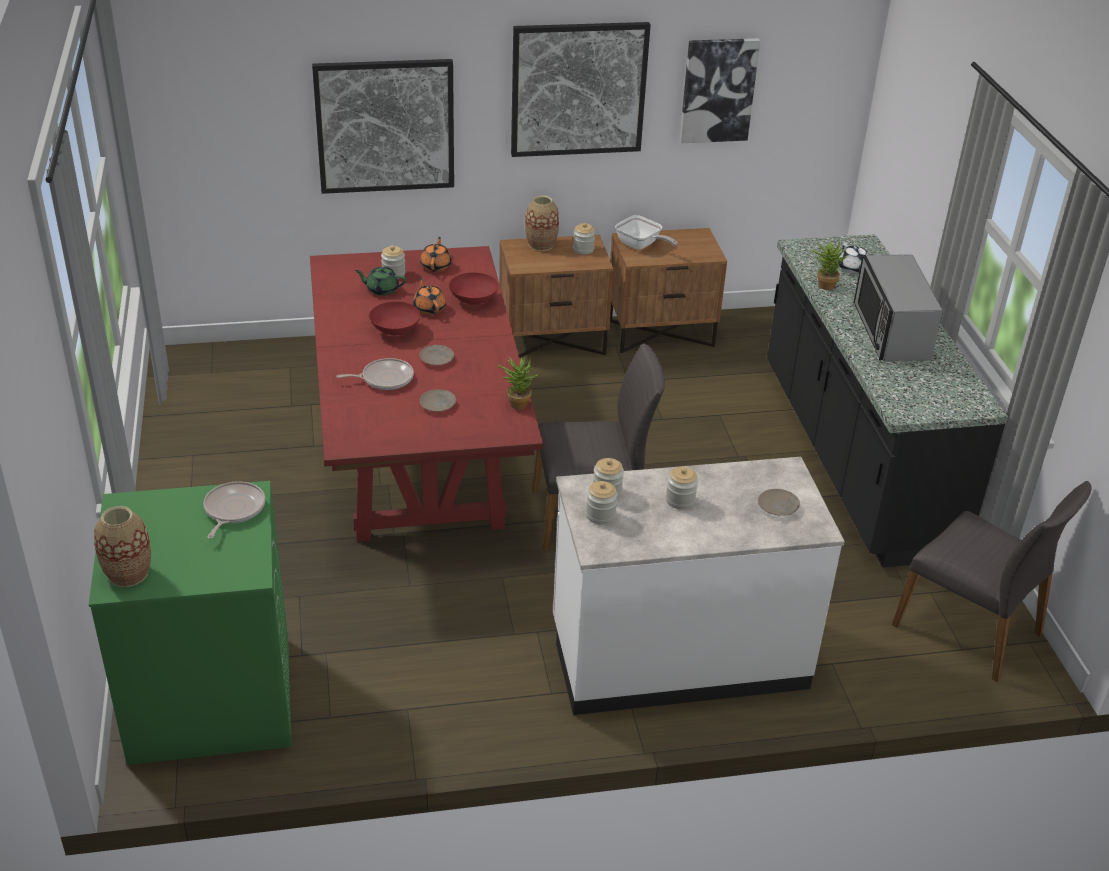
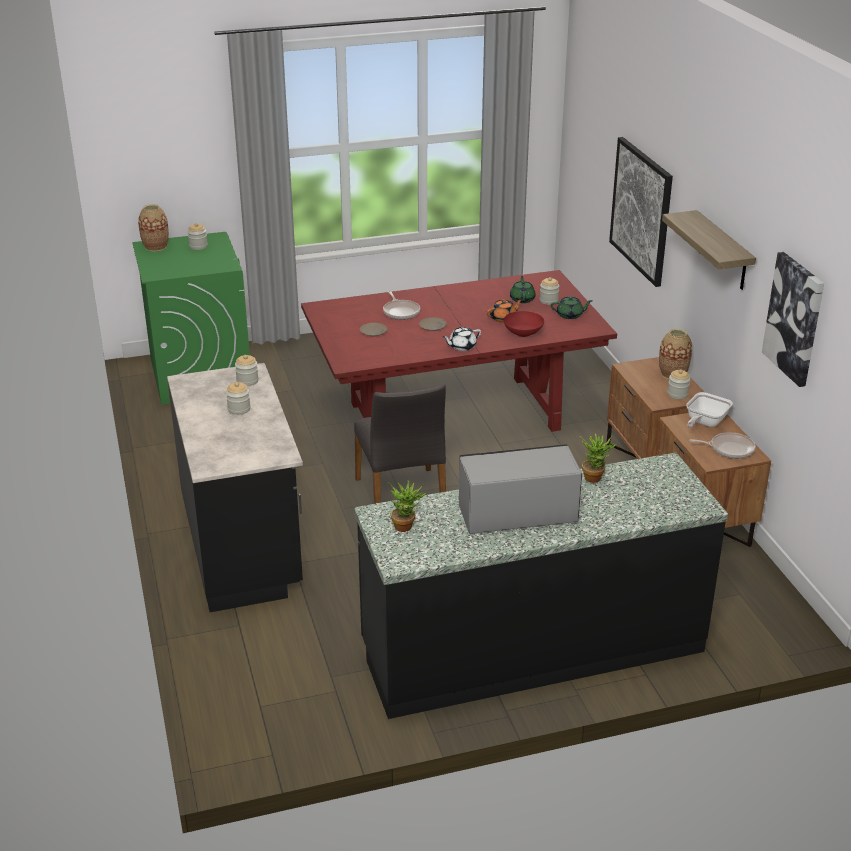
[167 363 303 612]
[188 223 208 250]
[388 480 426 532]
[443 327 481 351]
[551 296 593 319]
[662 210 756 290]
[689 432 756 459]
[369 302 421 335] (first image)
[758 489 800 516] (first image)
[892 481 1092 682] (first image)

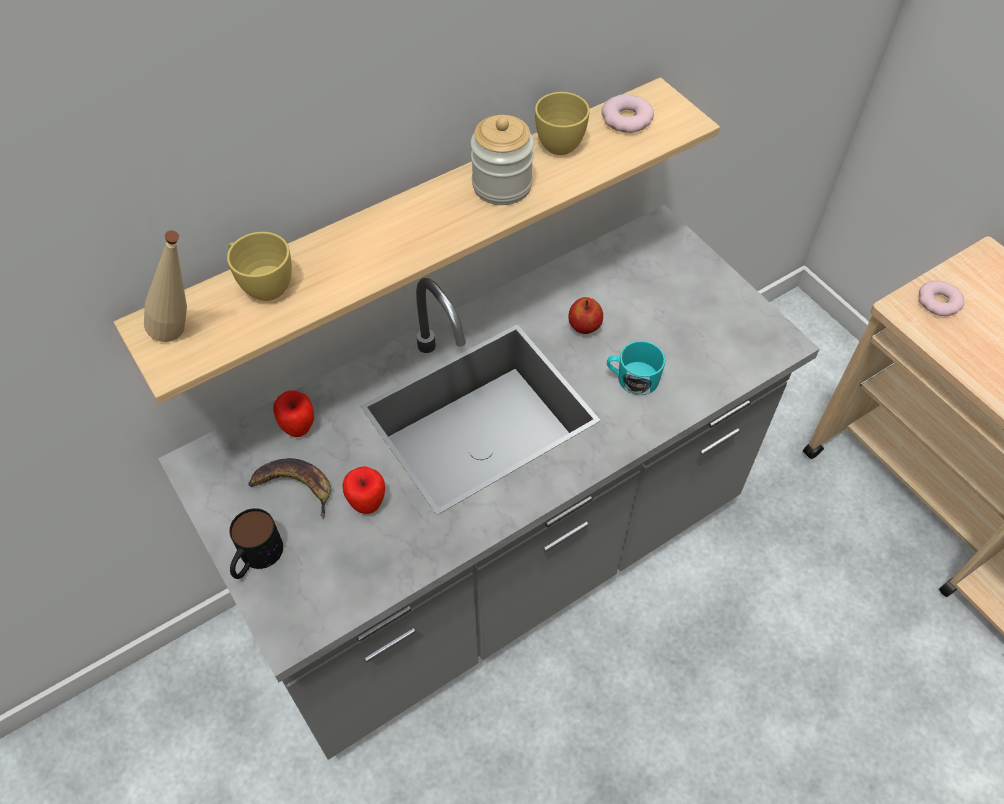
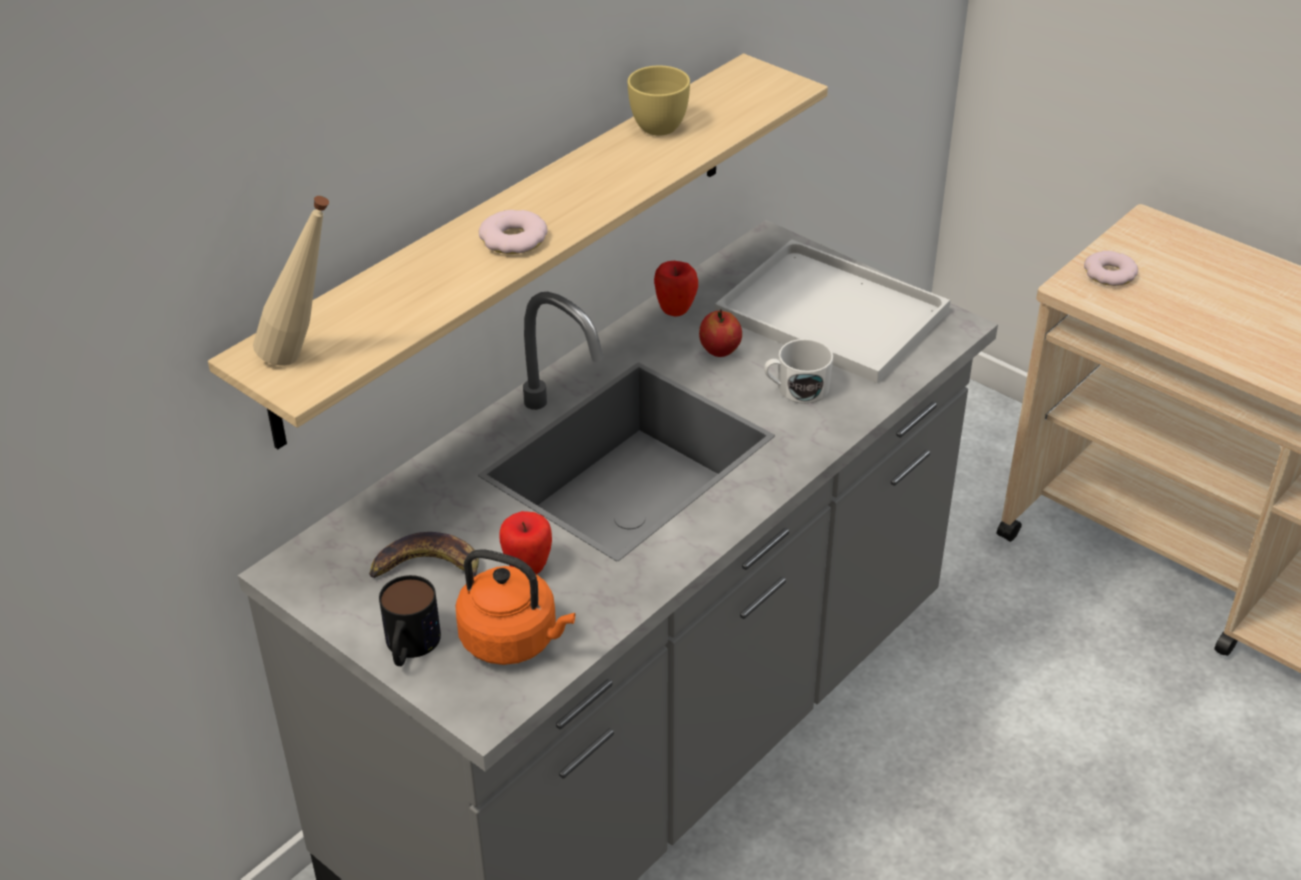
[455 549 575 665]
[479 210 548 254]
[654 261 698 316]
[715 239 950 383]
[764 339 834 404]
[227 232 292 301] (first image)
[471 115 534 205] (first image)

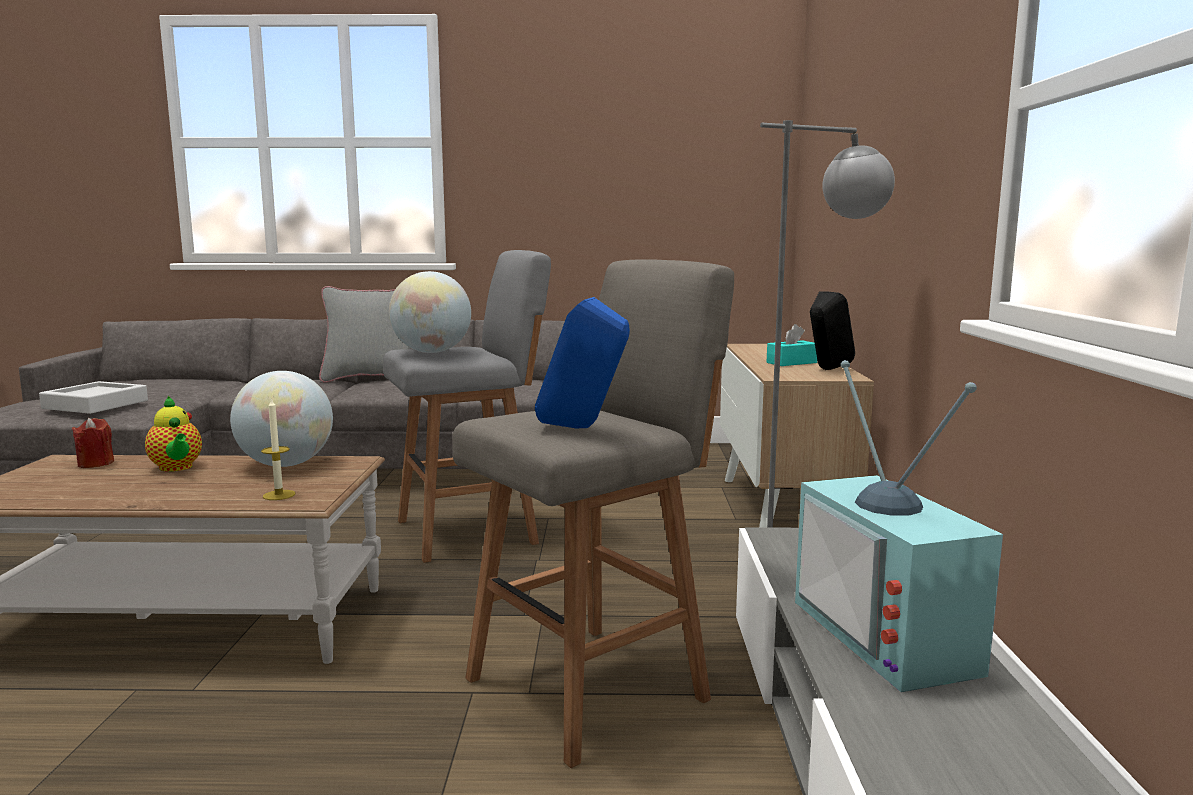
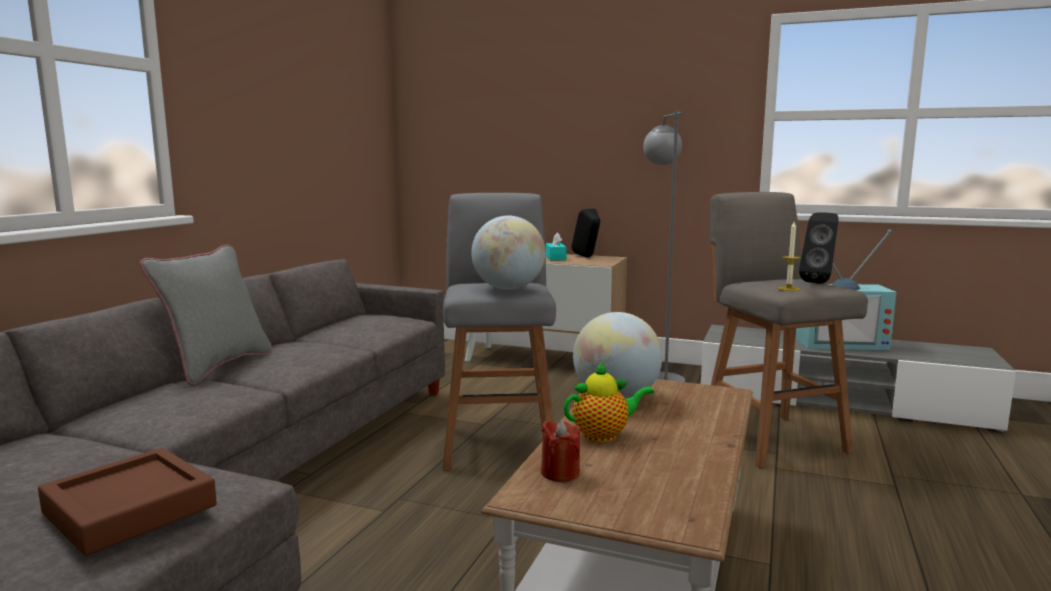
[38 448 217 556]
[778 222 801 291]
[799 212 839 284]

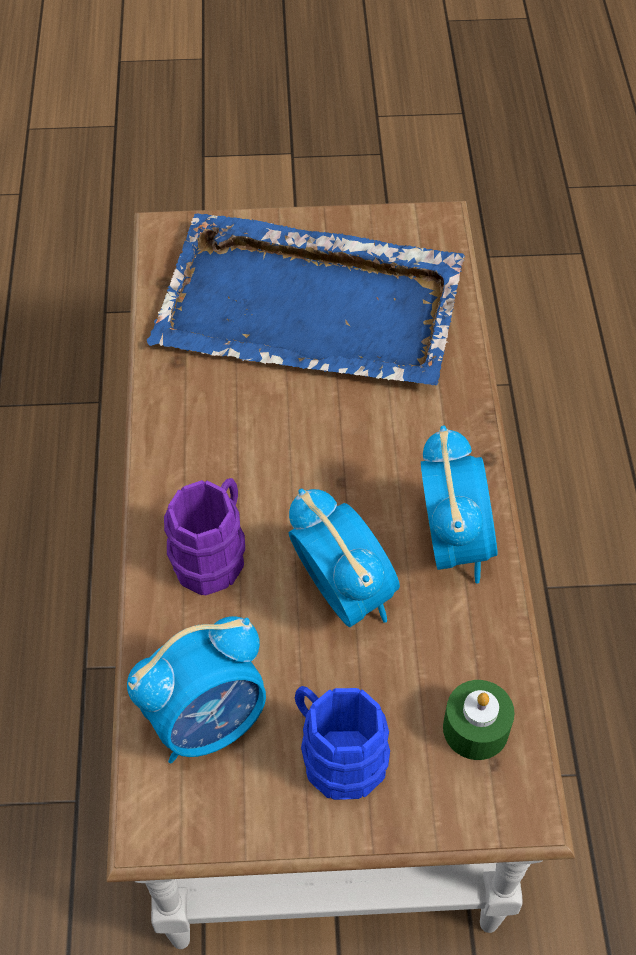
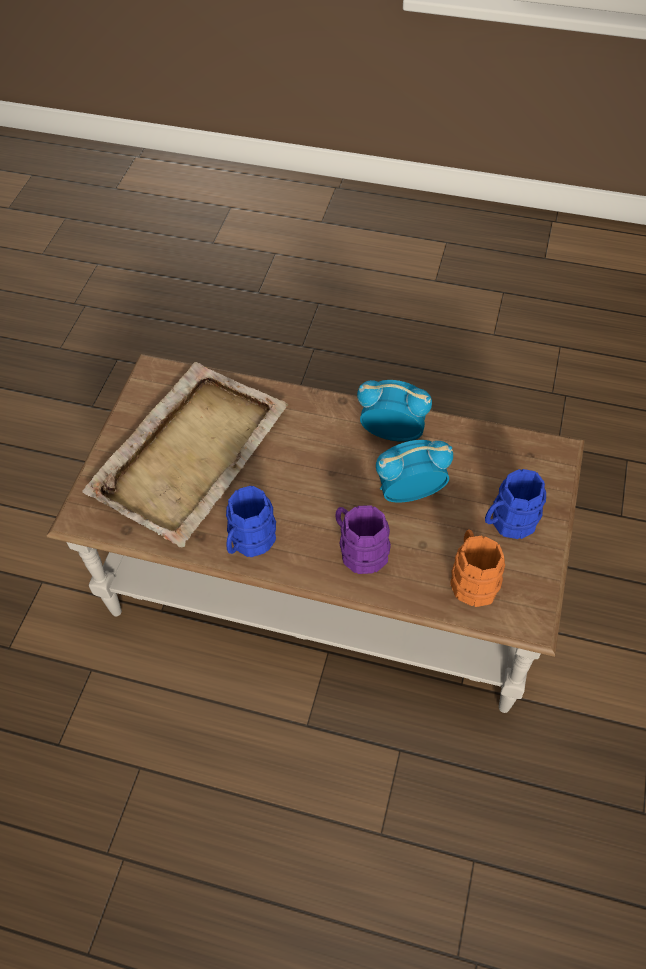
[82 362 288 547]
[226 486 276 557]
[450 529 505 607]
[443 680 515 760] (first image)

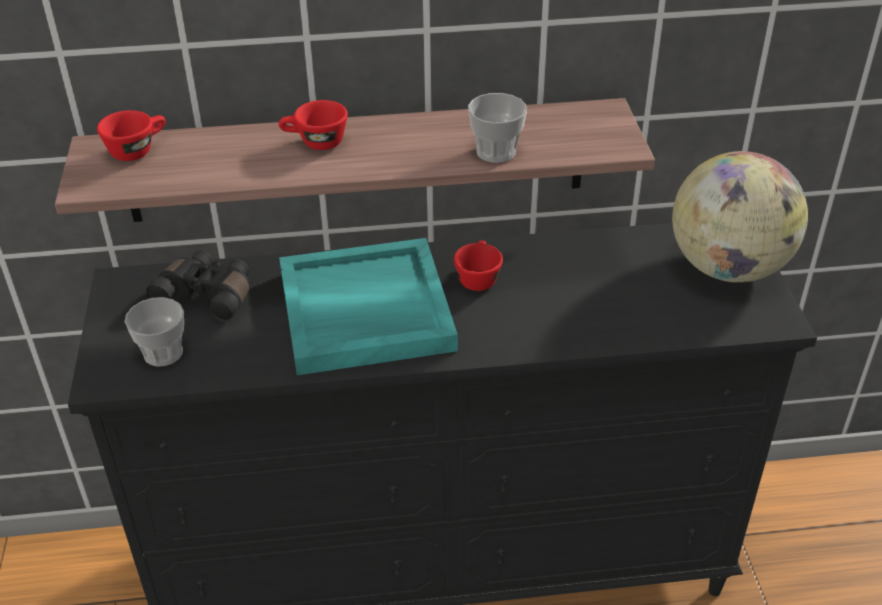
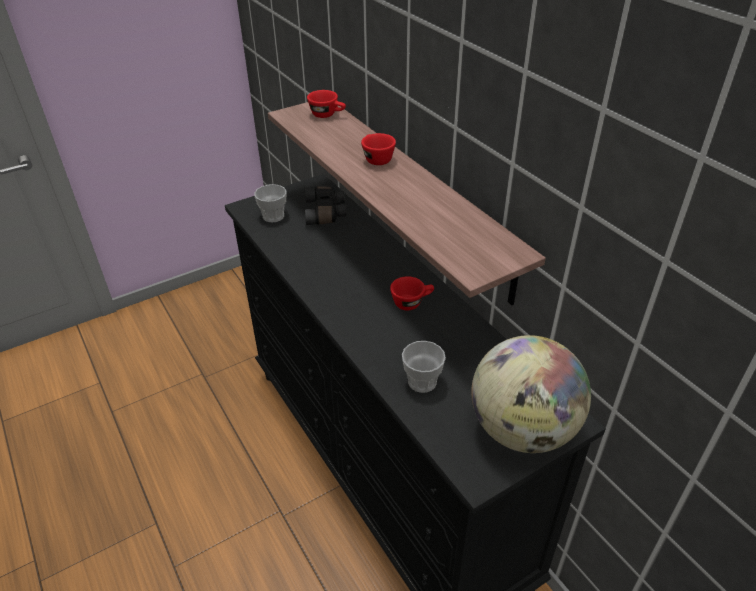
[402 341 446 393]
[279 238 458 375] (first image)

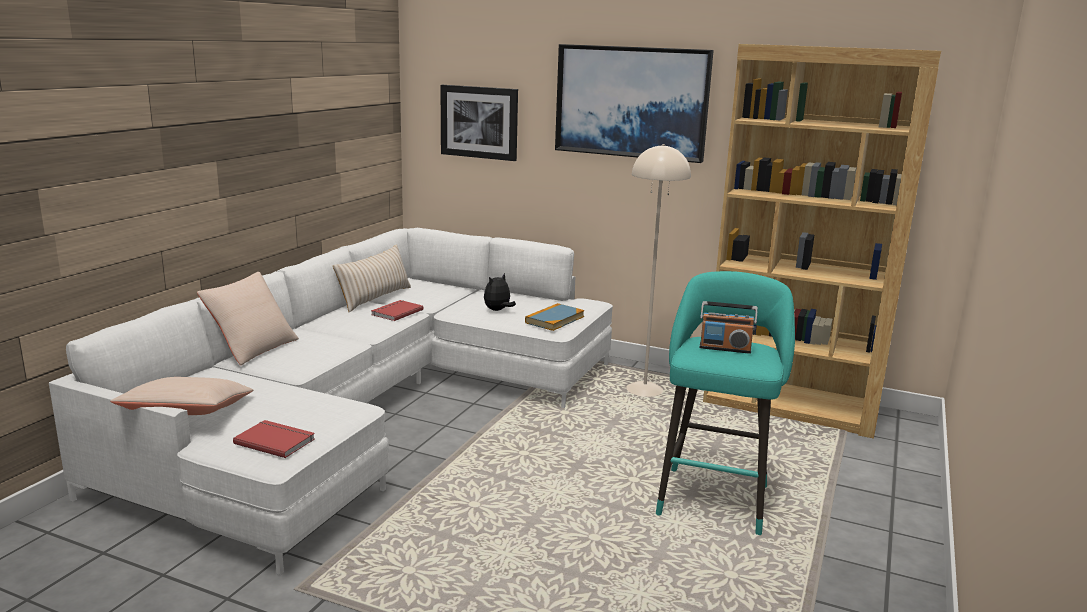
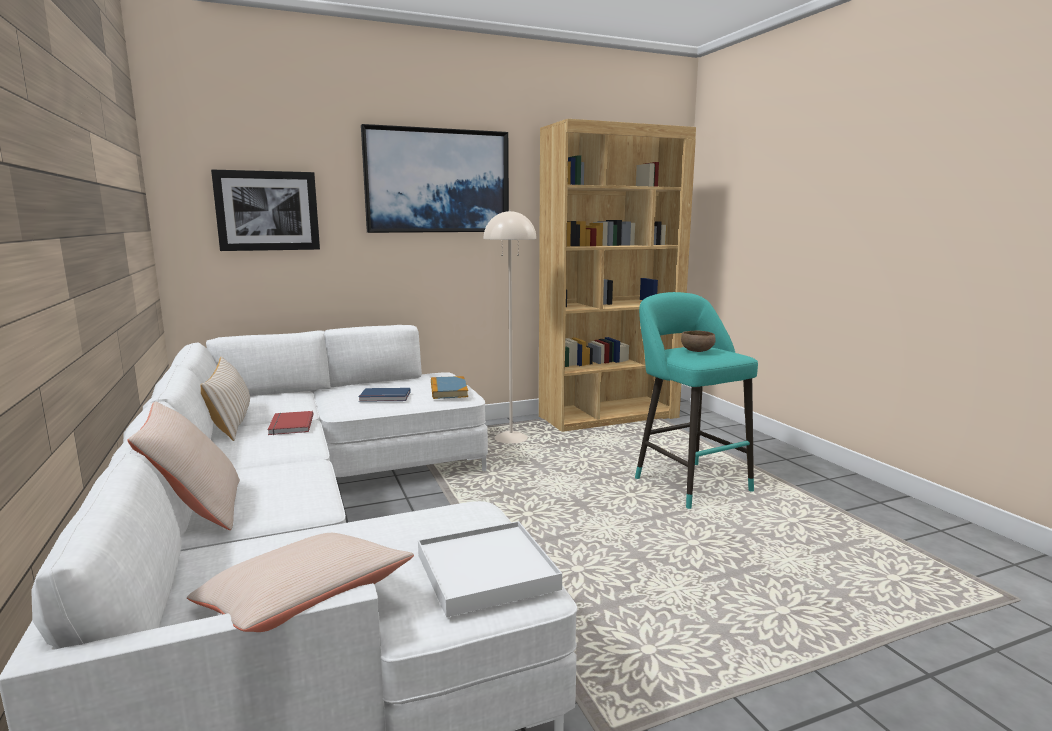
[359 388 411 402]
[418 521 562 617]
[681 331 716 352]

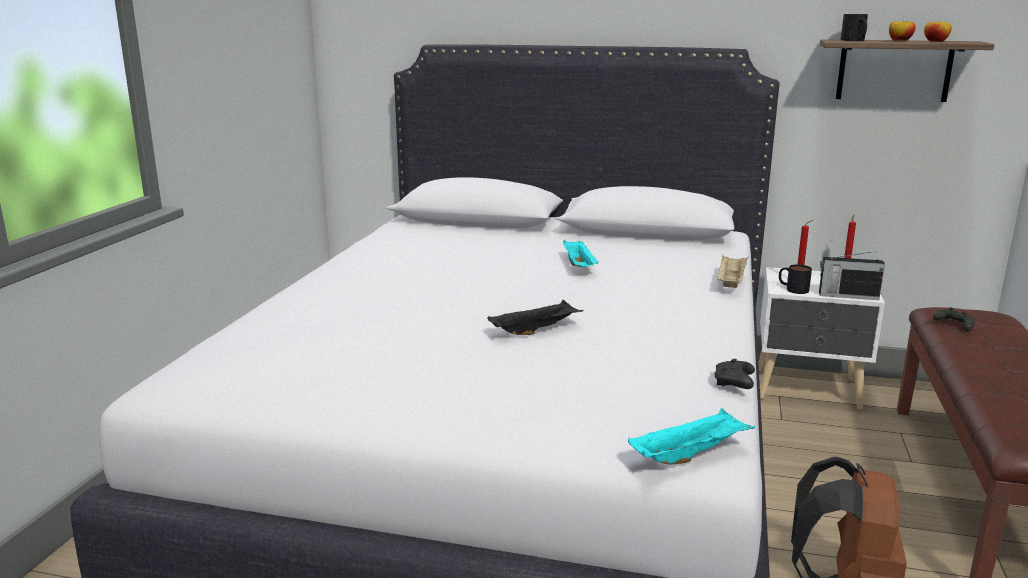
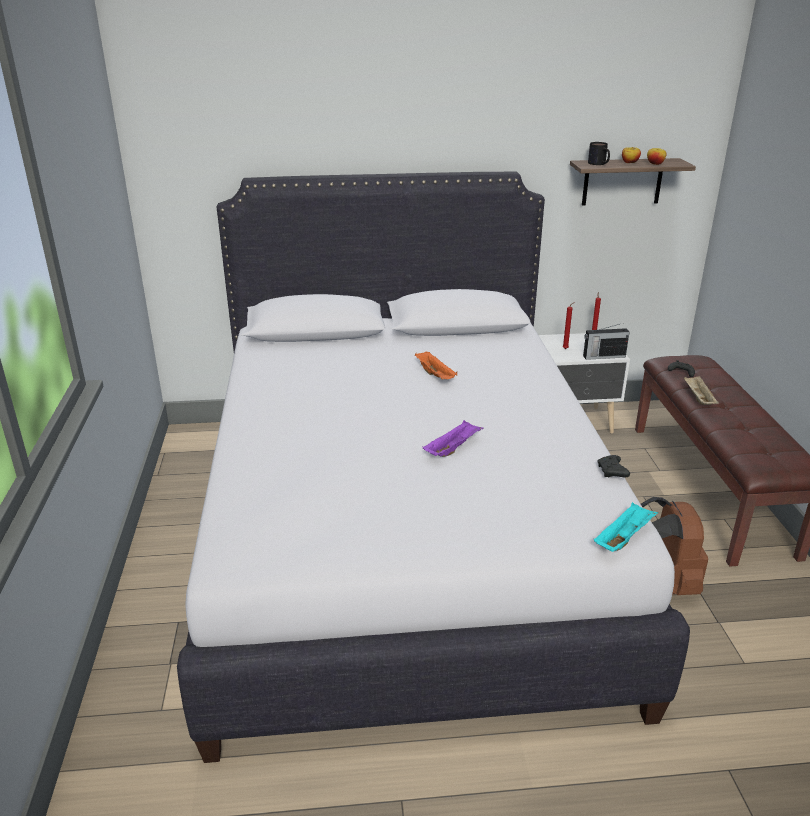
[415 351 457 379]
[423 420 484 457]
[684 376 719 405]
[779 264 812 294] (first image)

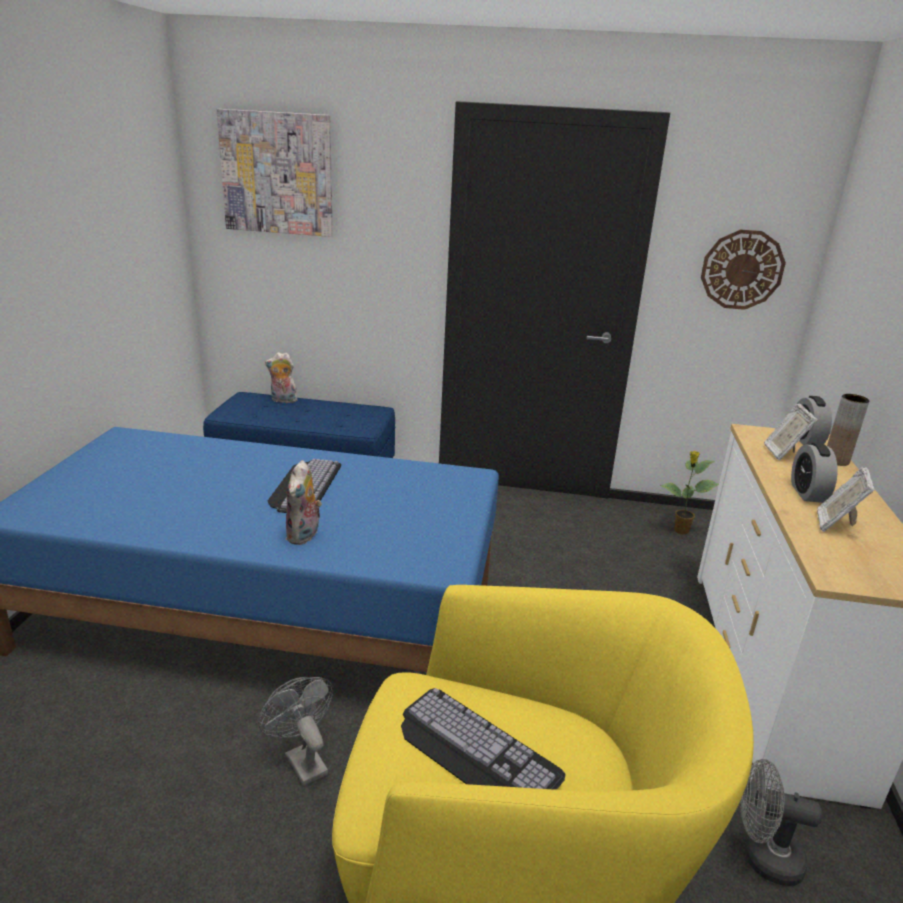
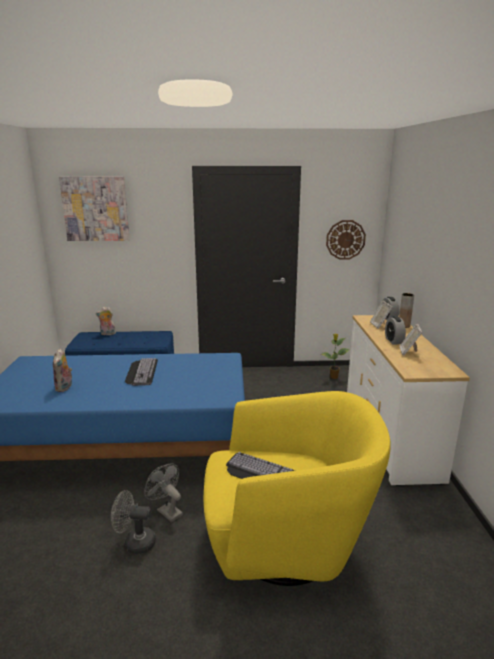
[53 348 72 392]
[111 490 156 554]

